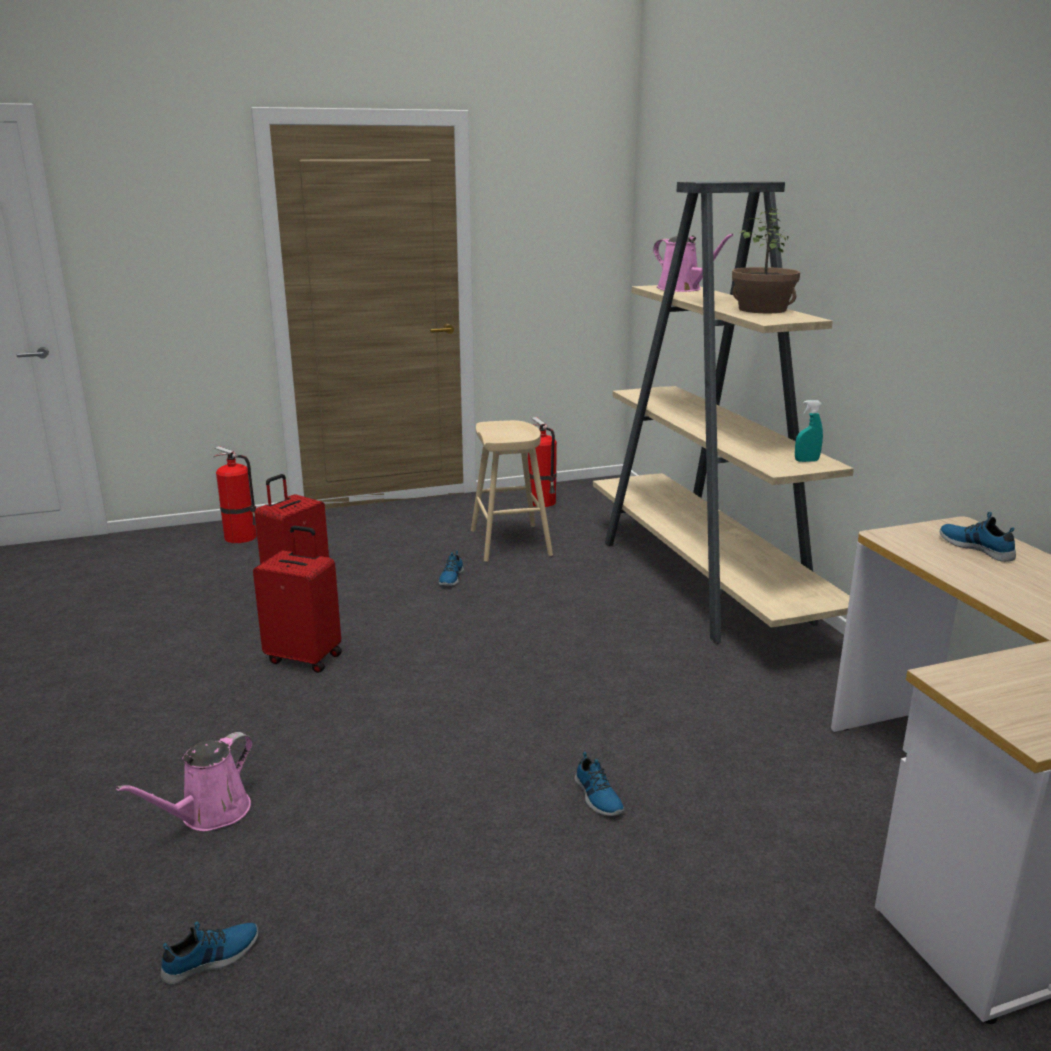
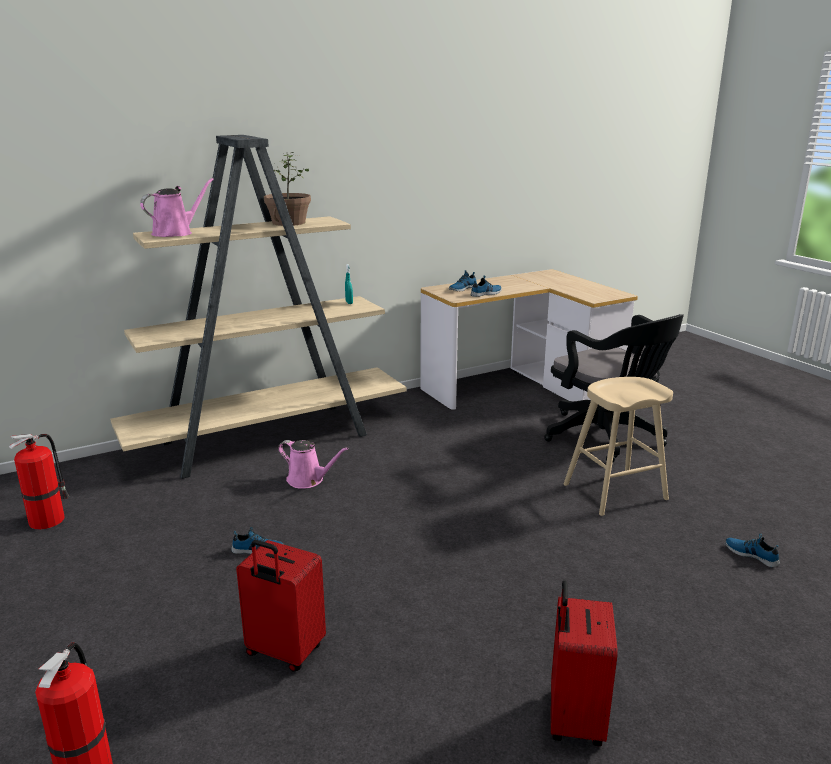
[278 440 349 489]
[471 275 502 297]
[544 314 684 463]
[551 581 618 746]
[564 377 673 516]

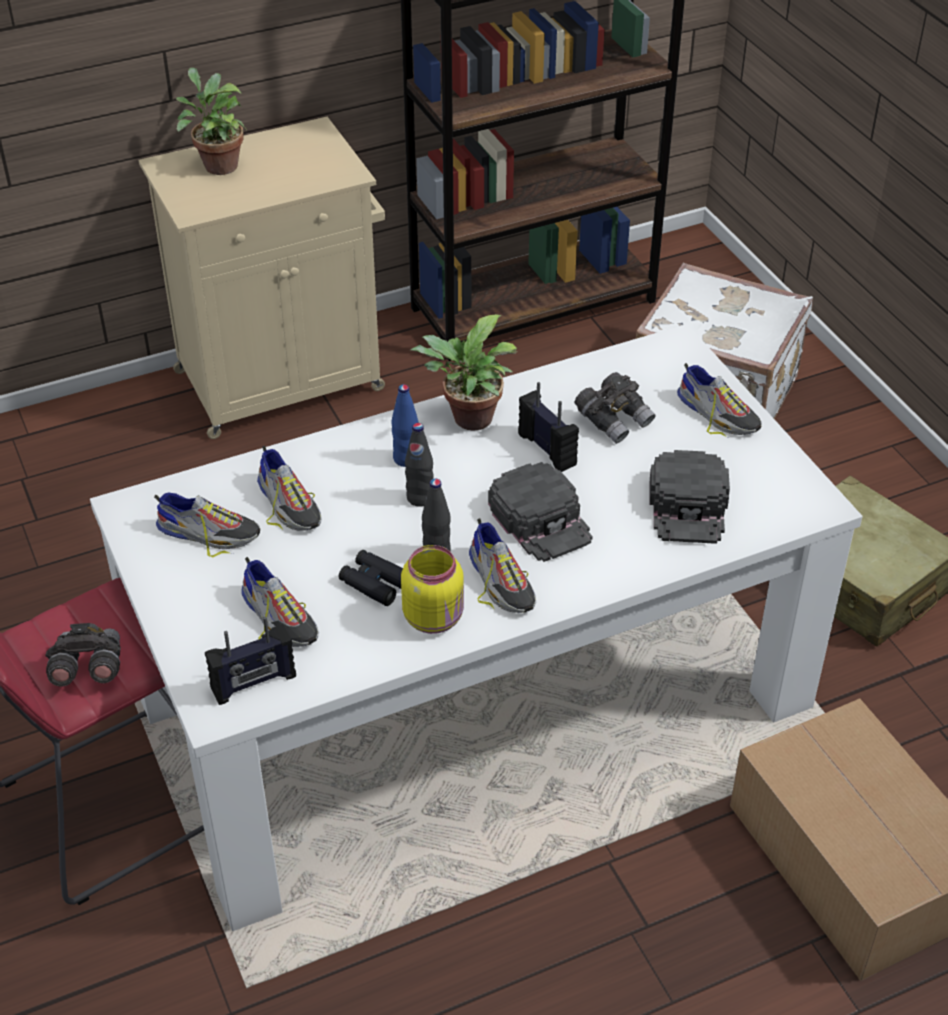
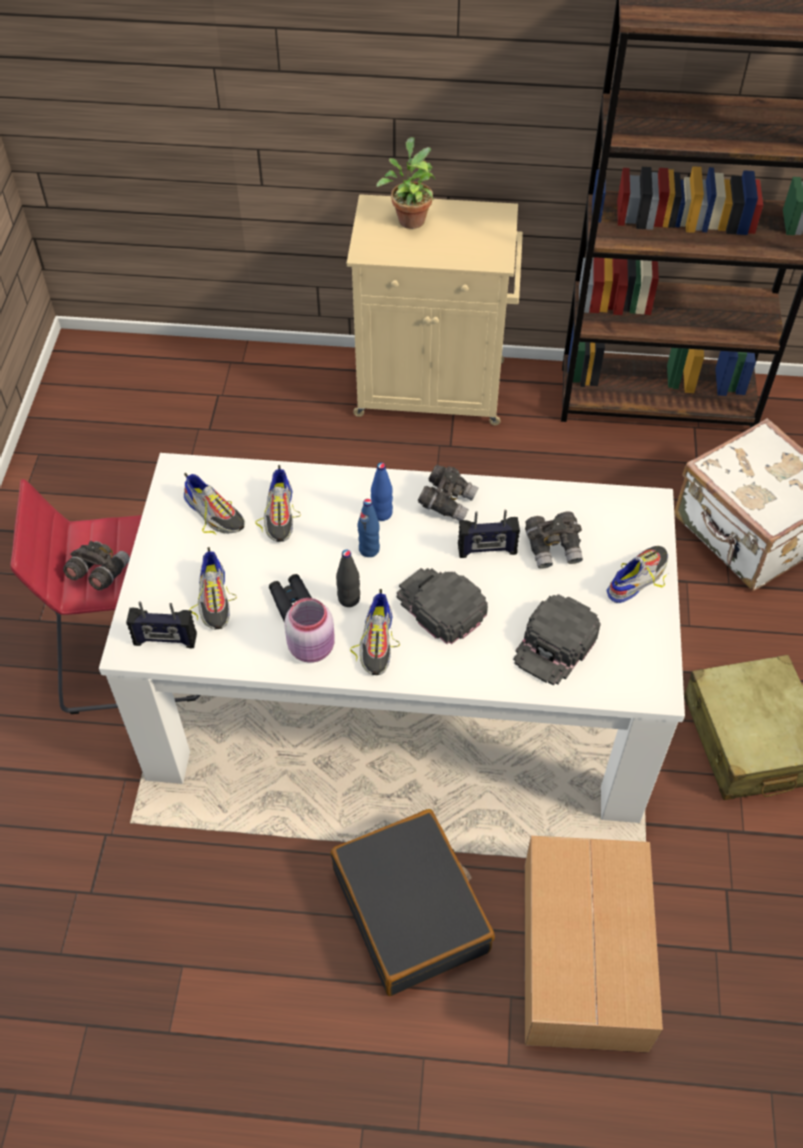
[284 598 335 663]
[331 809 495 996]
[357 499 380 557]
[397 568 488 645]
[418 465 479 521]
[458 510 520 558]
[606 546 668 603]

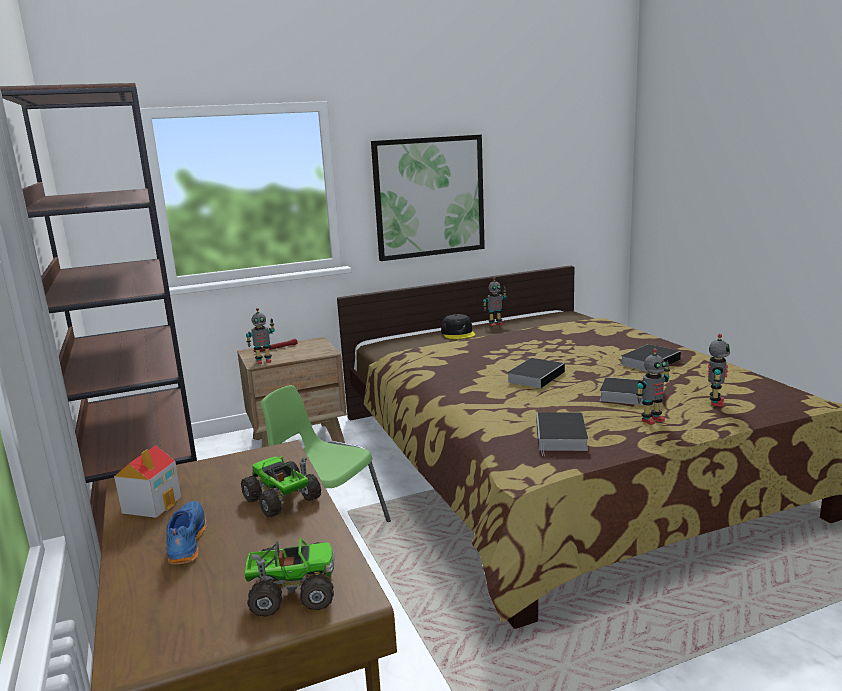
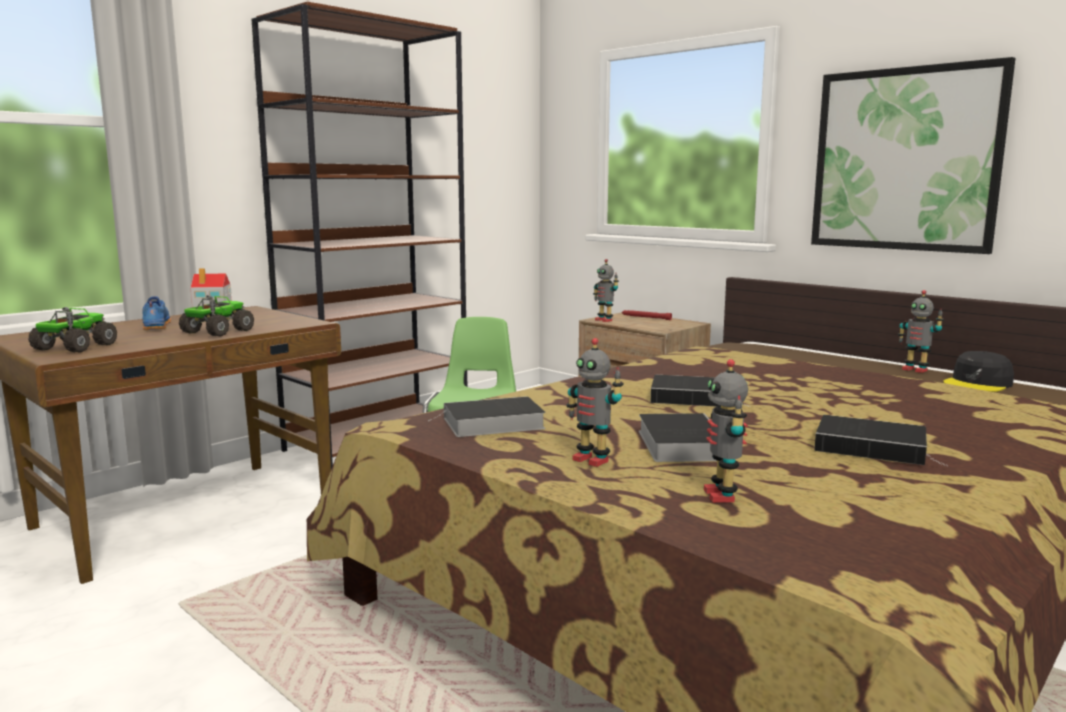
[28 307 117 352]
[142 296 171 330]
[704 359 748 503]
[943 351 1014 392]

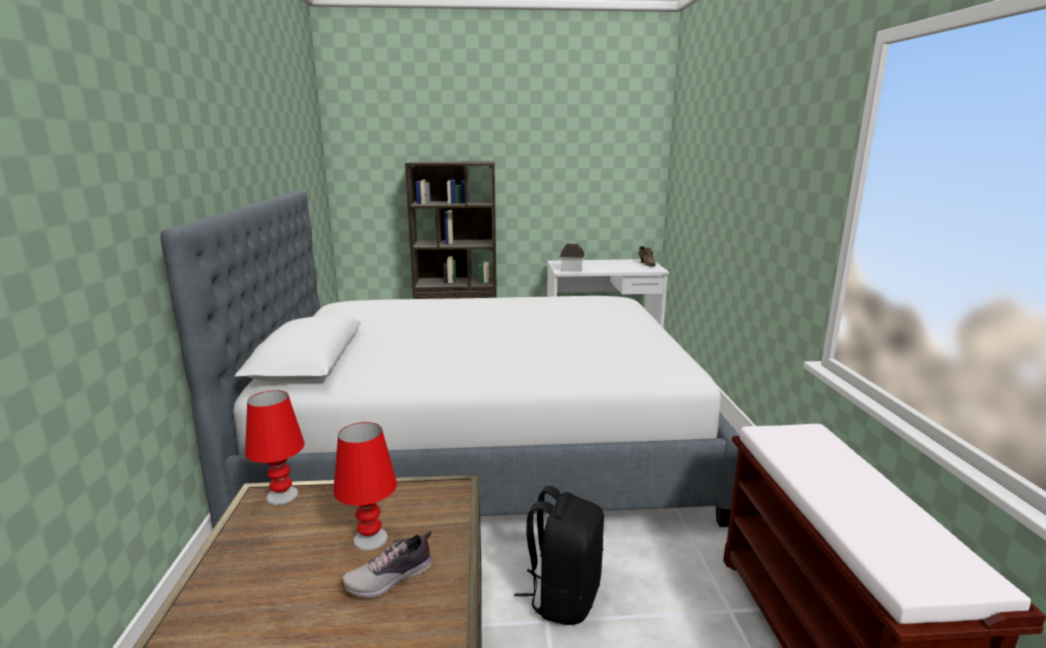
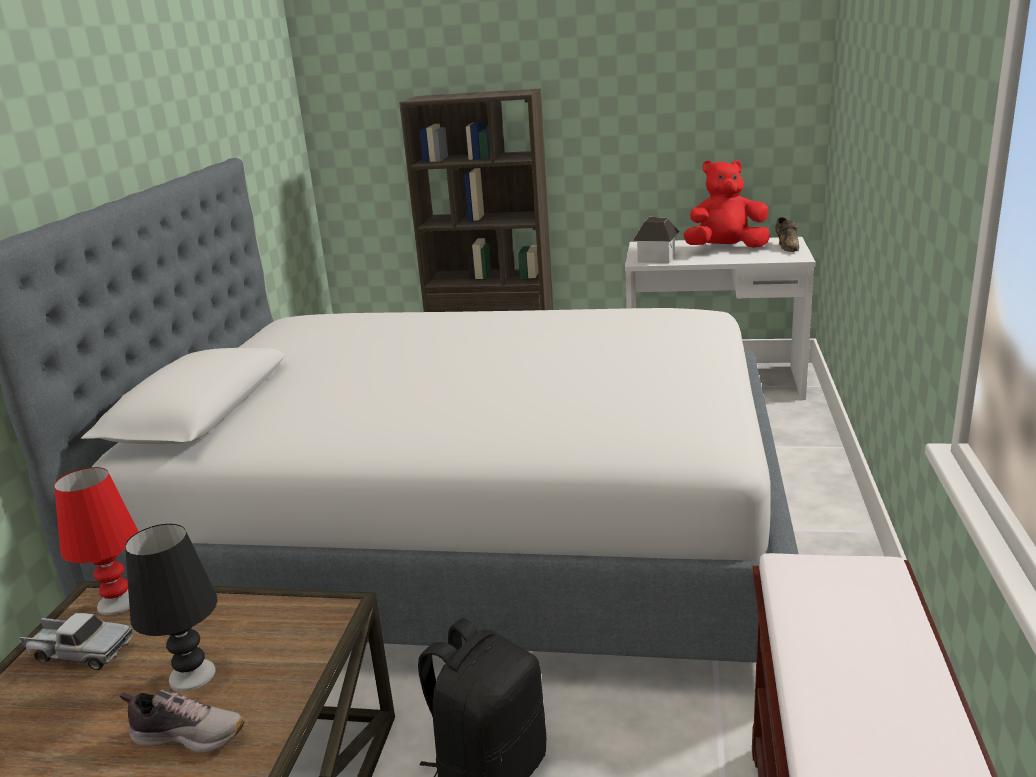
[20 613 133 670]
[120 689 245 753]
[125 524 218 691]
[684 160 770 248]

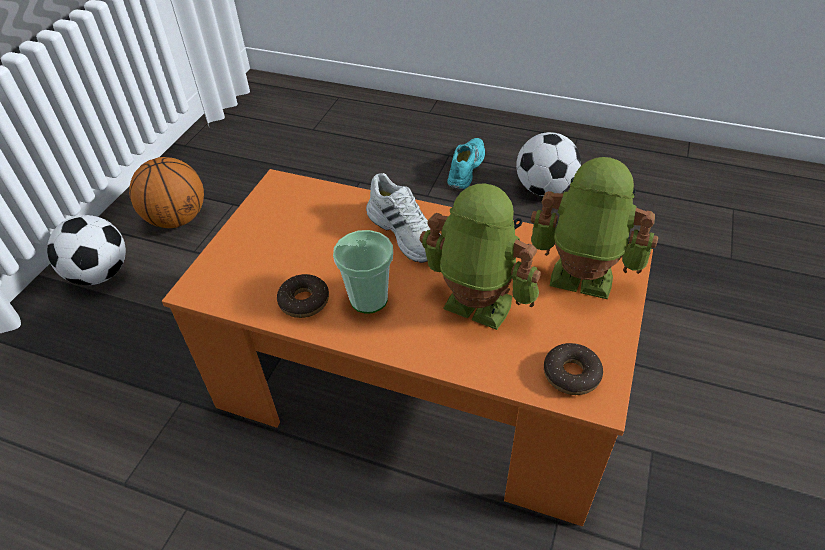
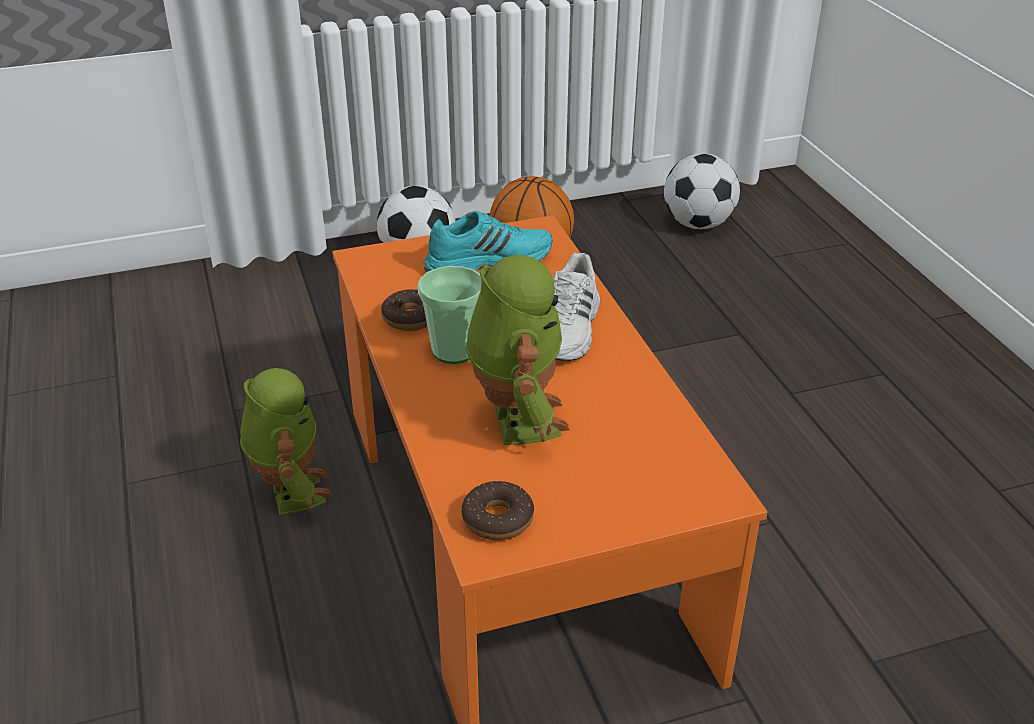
[240 368 333 515]
[424 211 553 272]
[664 153 740 229]

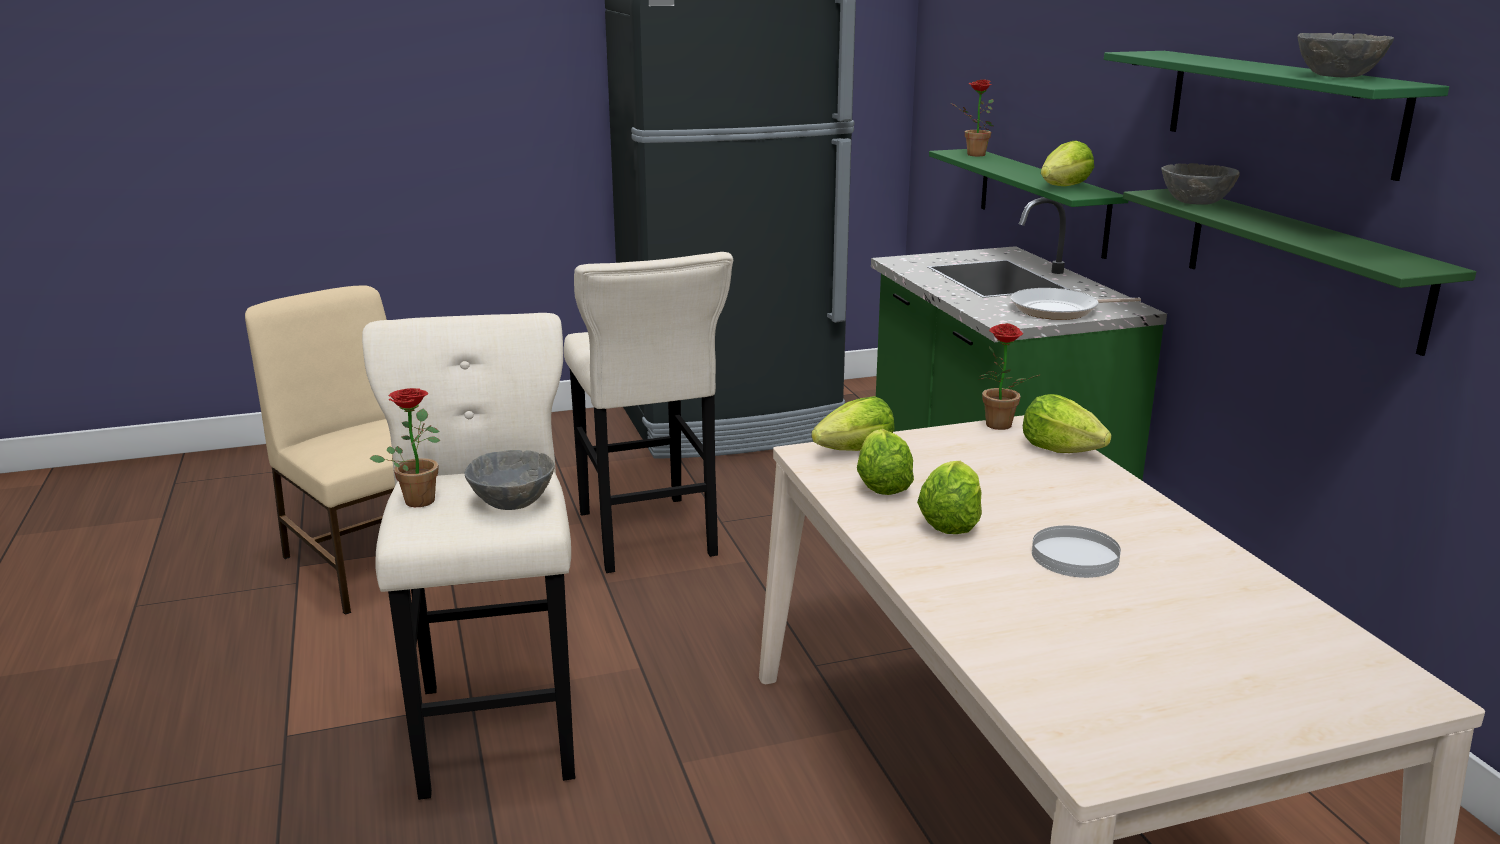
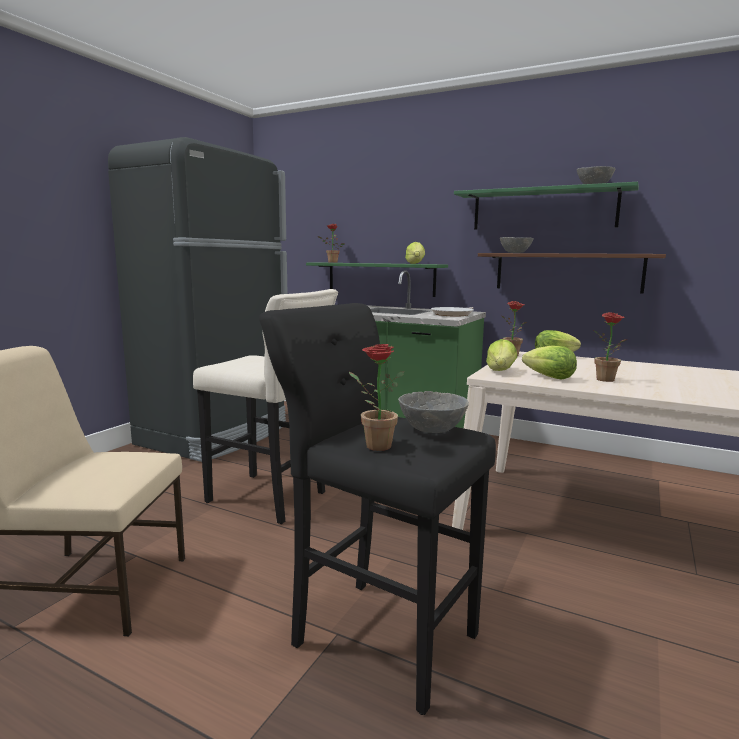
[259 303 496 715]
[478 253 666 294]
[594 312 627 382]
[1032 526 1121 578] (first image)

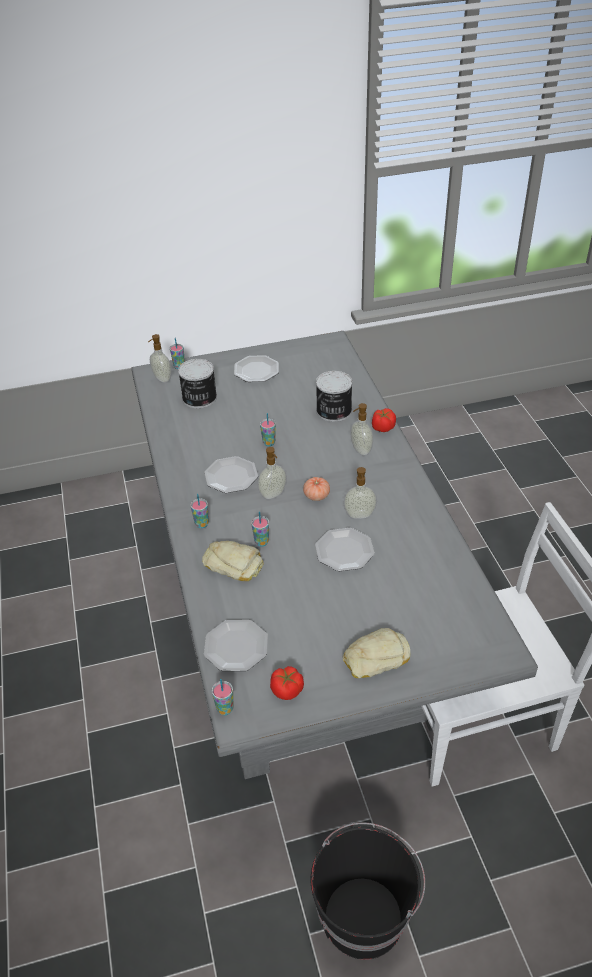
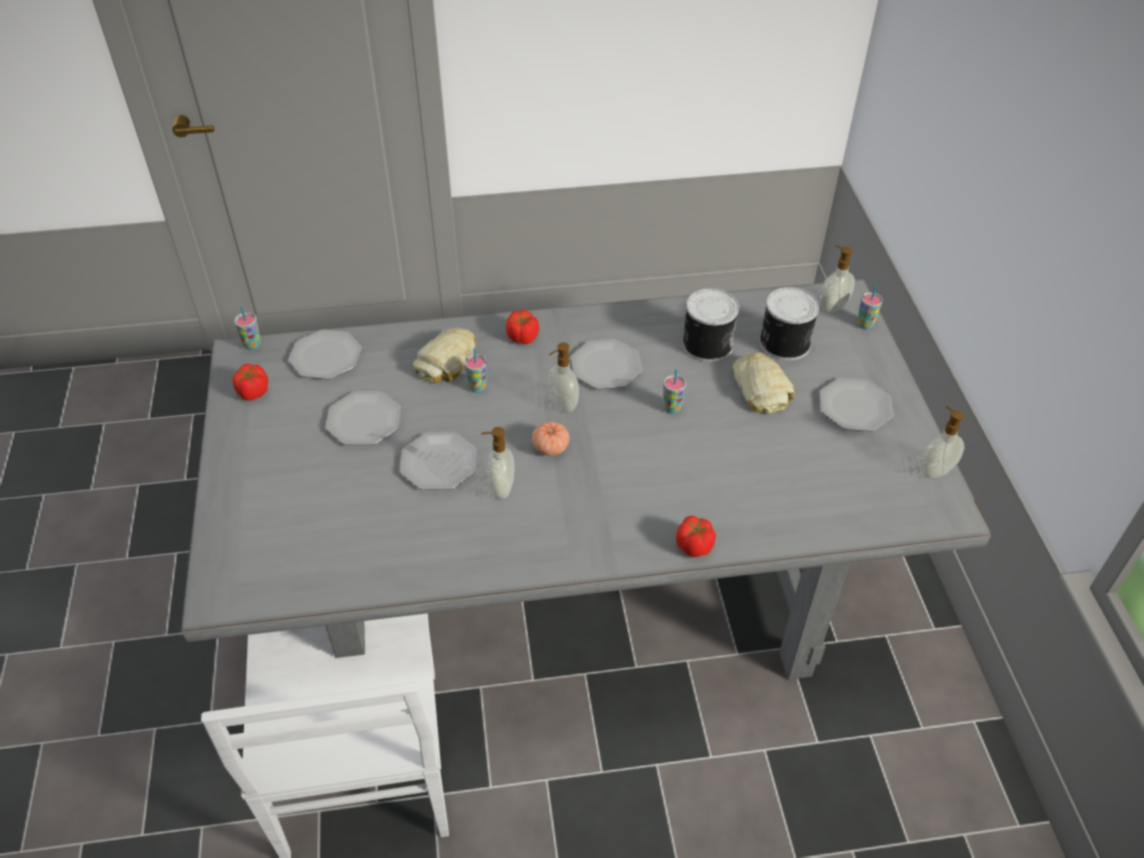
[325 392 401 445]
[506 309 539 344]
[682 289 739 362]
[733 352 795 413]
[919 406 964 478]
[310 823 425 960] (first image)

